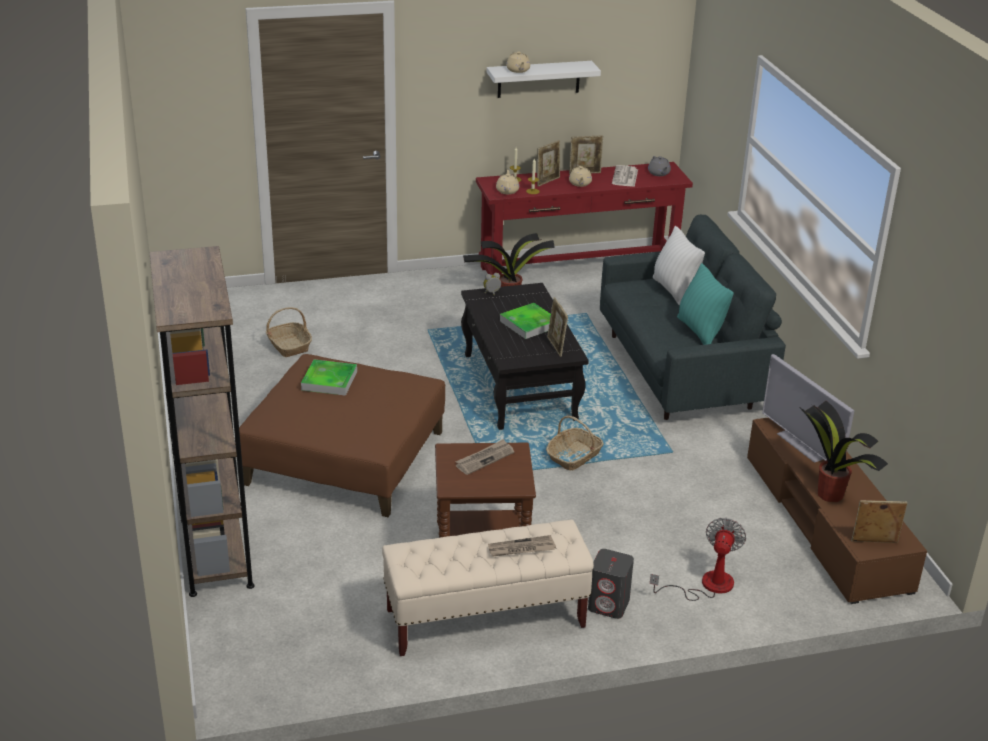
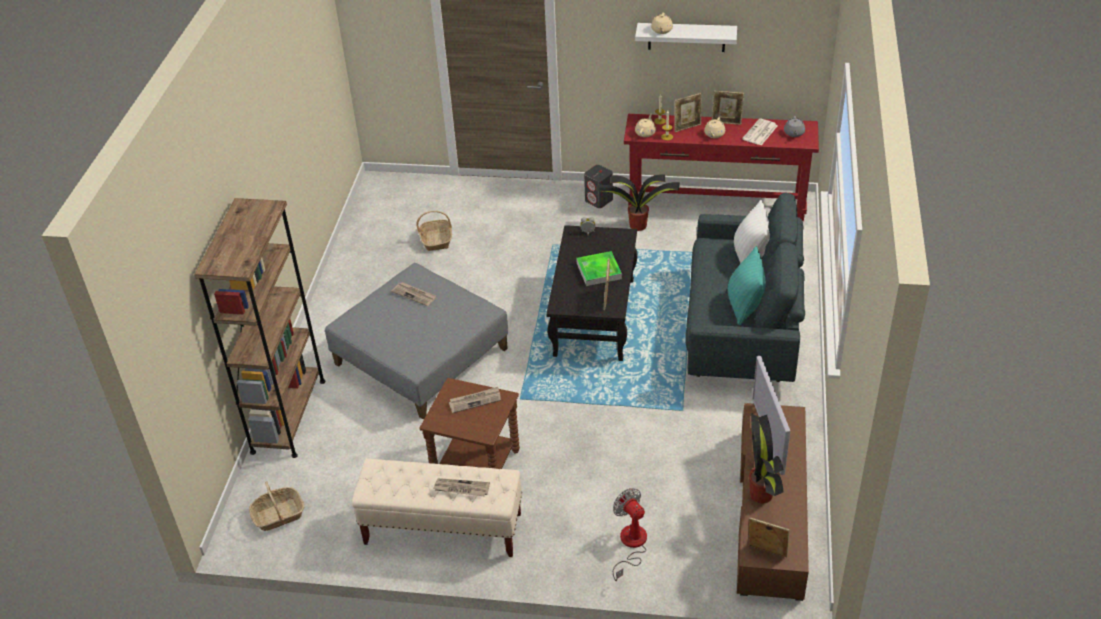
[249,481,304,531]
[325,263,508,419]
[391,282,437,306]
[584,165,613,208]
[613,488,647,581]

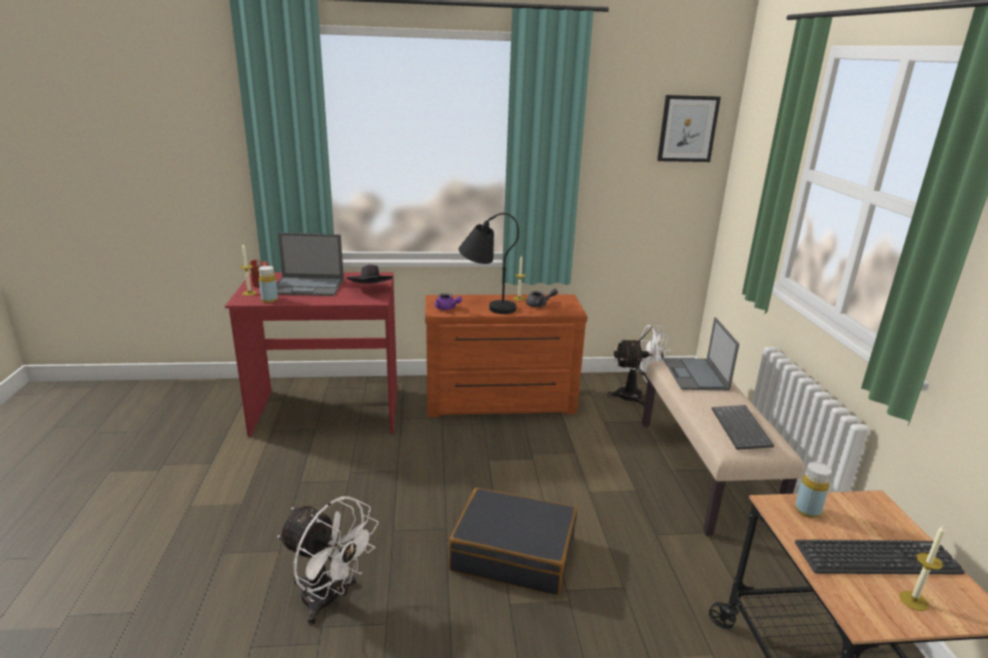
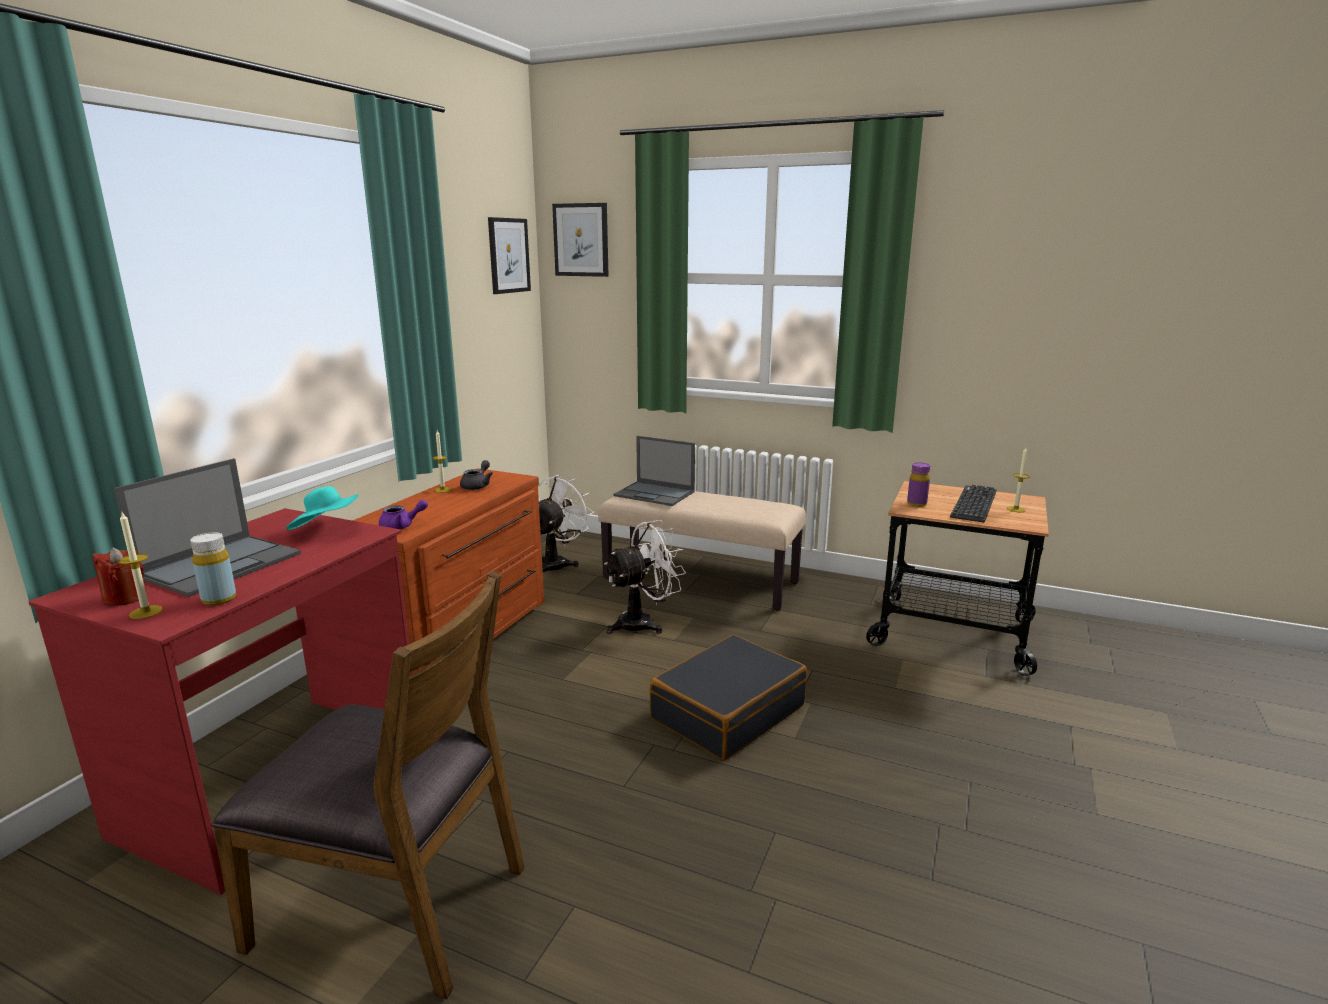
[211,571,525,999]
[286,486,359,530]
[552,203,608,277]
[604,520,686,634]
[907,463,930,507]
[459,213,519,314] (first image)
[712,405,774,450] (first image)

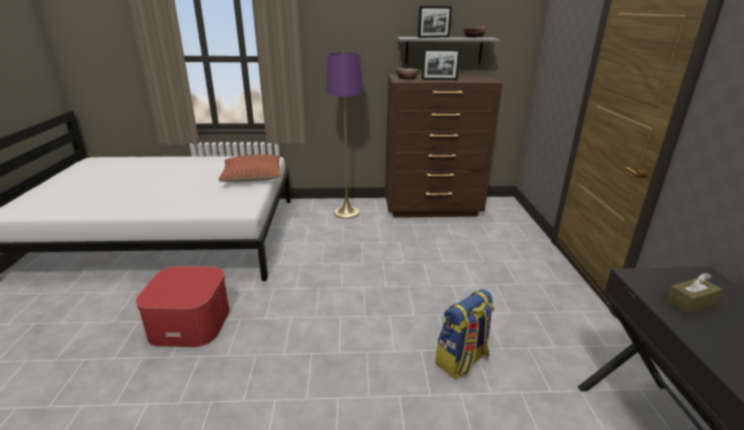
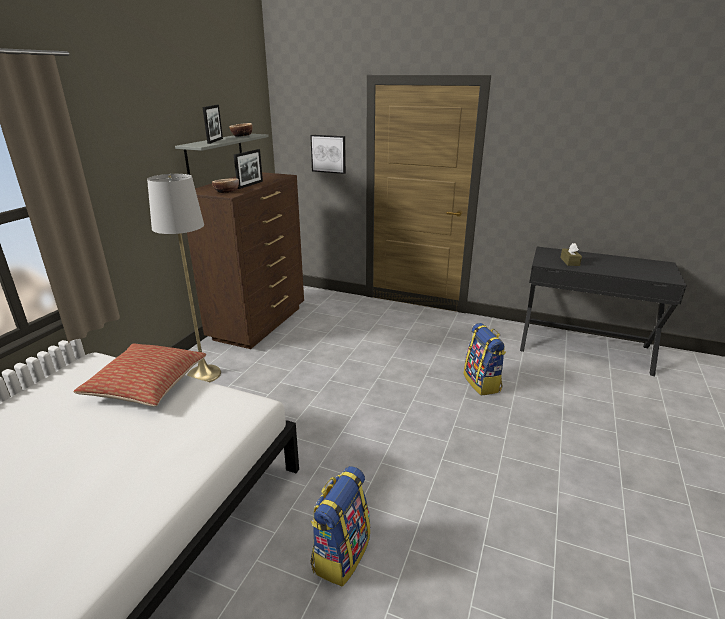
[147,174,221,382]
[310,135,346,174]
[311,466,370,586]

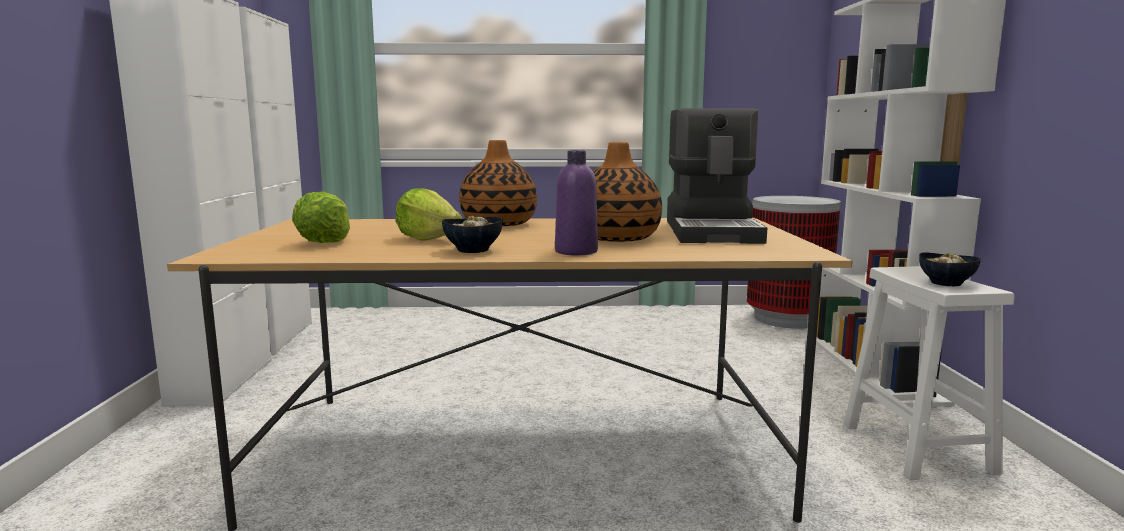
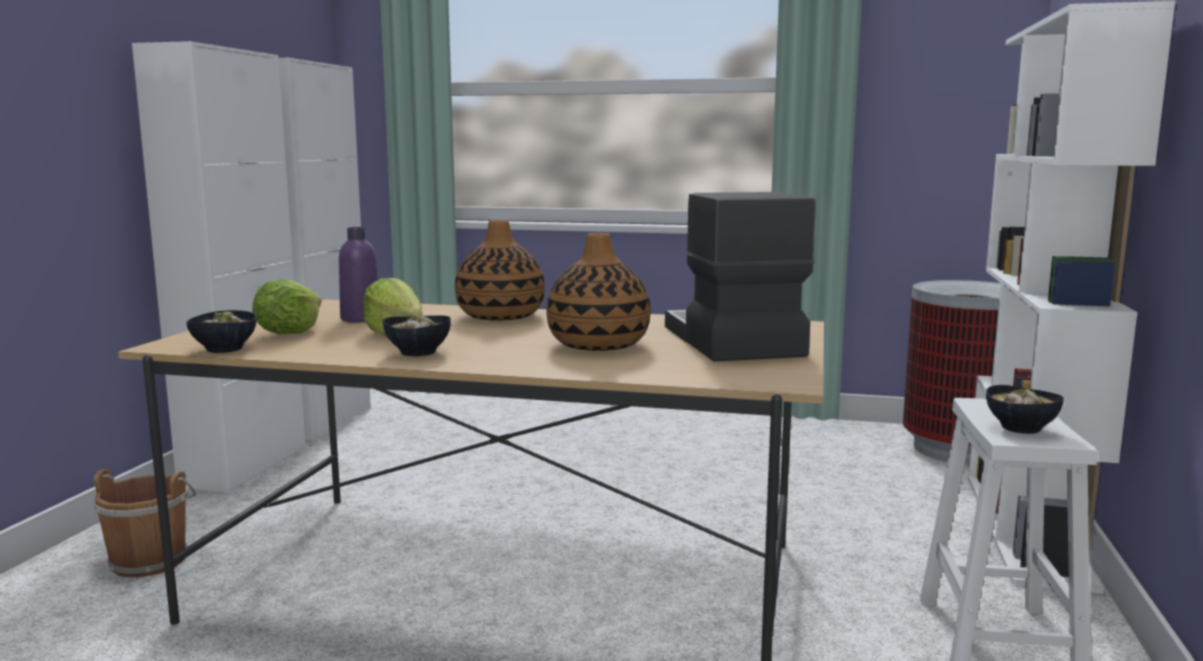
[94,469,196,577]
[187,310,257,353]
[339,227,378,323]
[665,192,816,361]

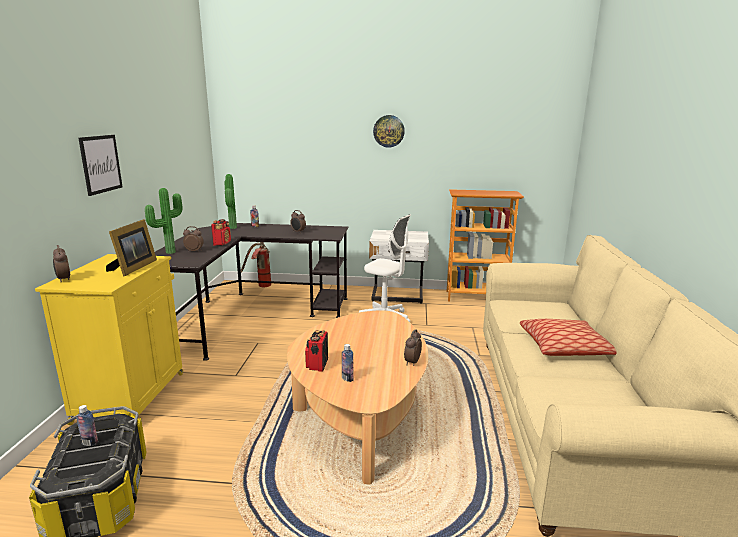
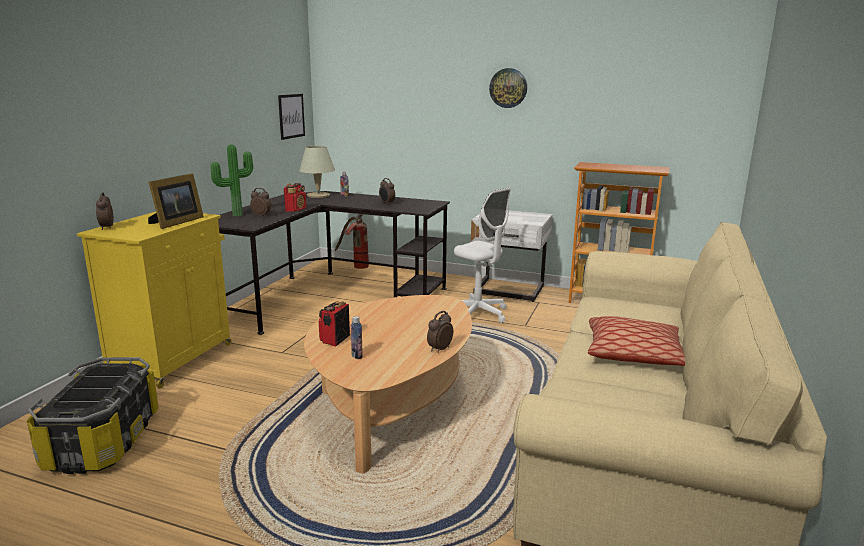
[278,94,305,140]
[299,146,335,198]
[76,405,98,446] (first image)

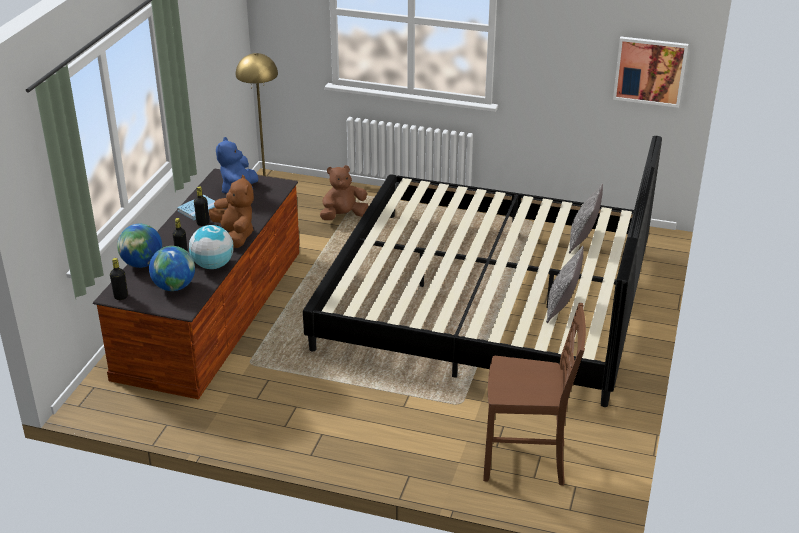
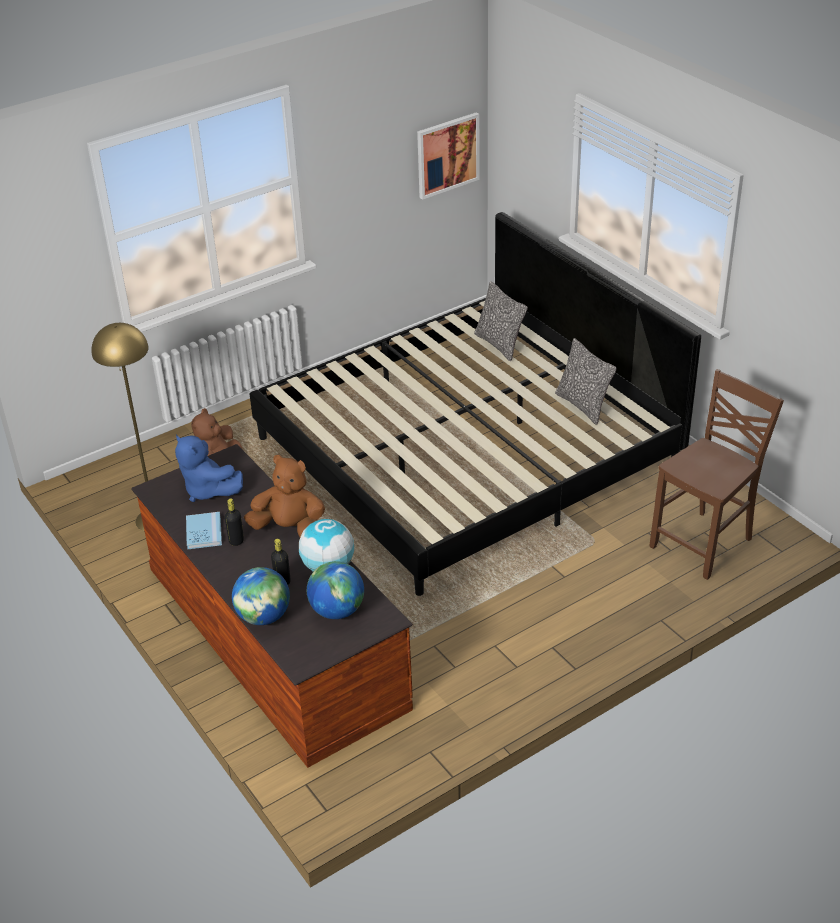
[110,258,128,300] (first image)

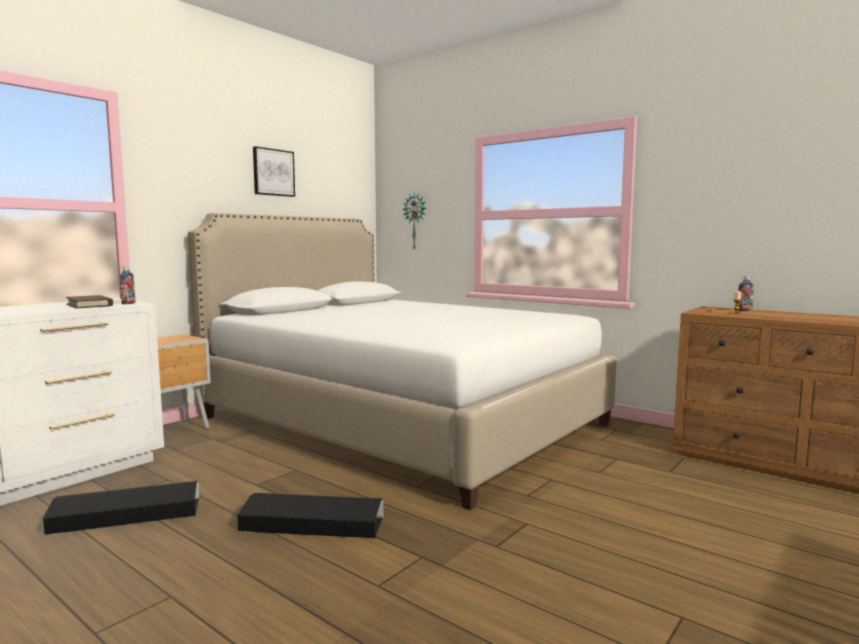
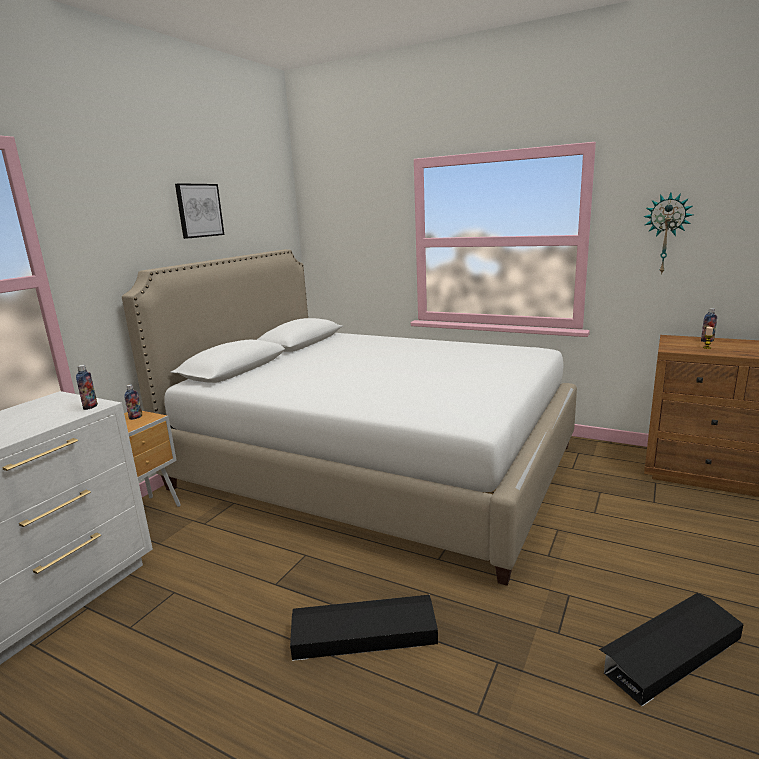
[124,385,142,420]
[599,593,744,706]
[643,193,693,275]
[66,295,113,309] (first image)

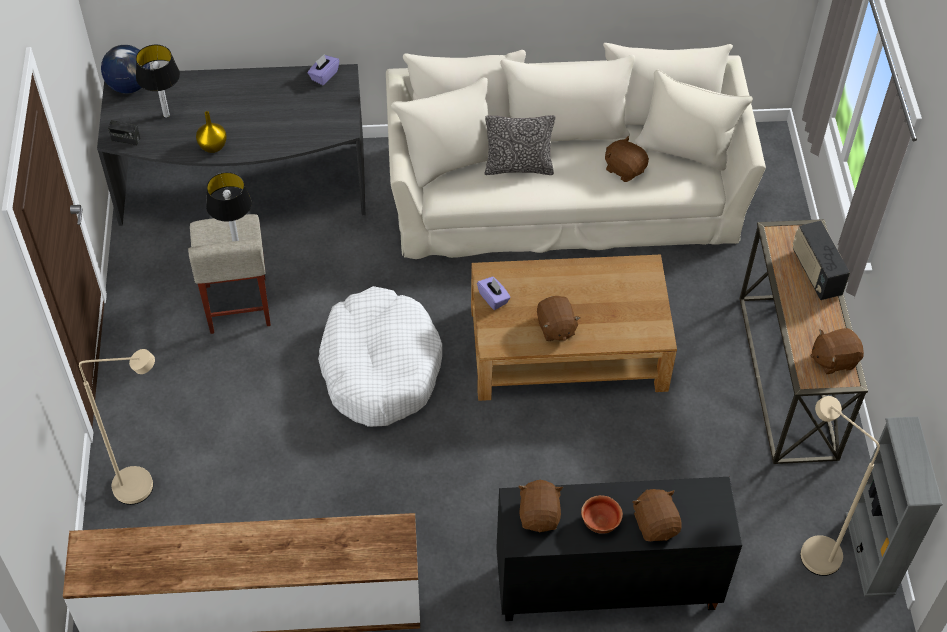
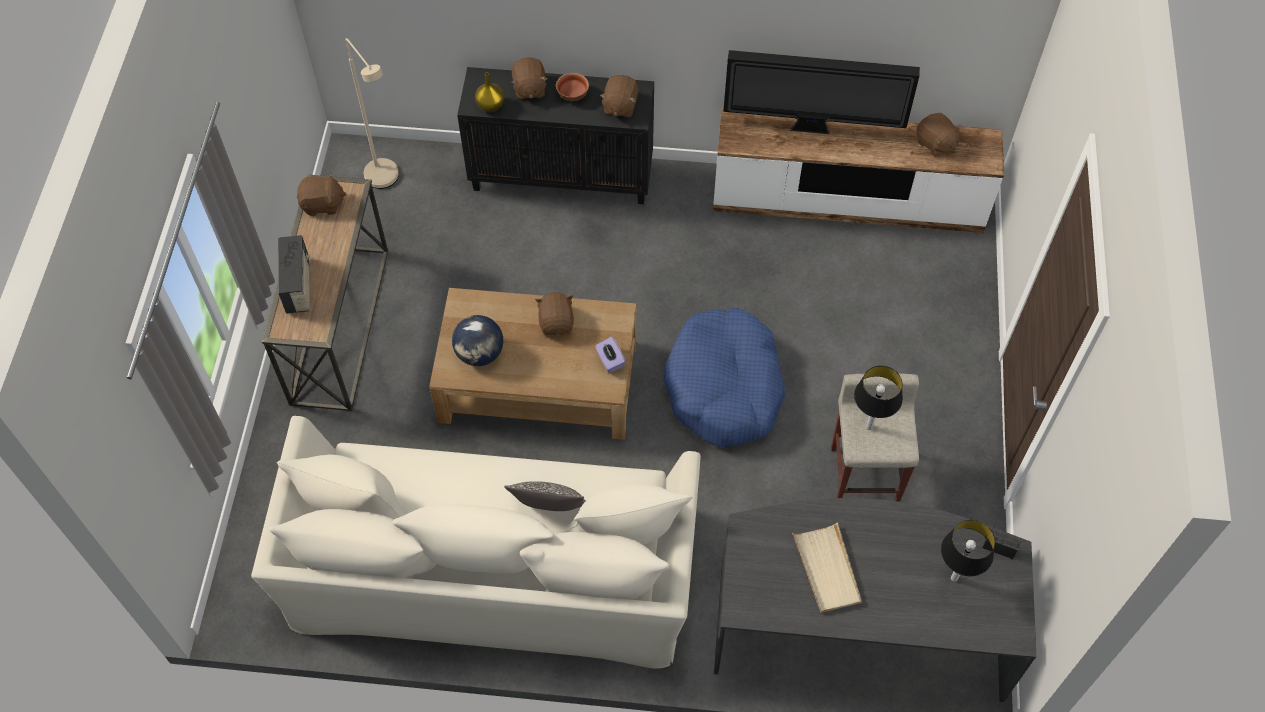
[452,315,503,366]
[475,73,504,113]
[663,308,785,448]
[723,50,920,134]
[792,522,862,613]
[916,113,962,157]
[79,349,155,505] (first image)
[307,54,339,85] (first image)
[845,416,943,597] (first image)

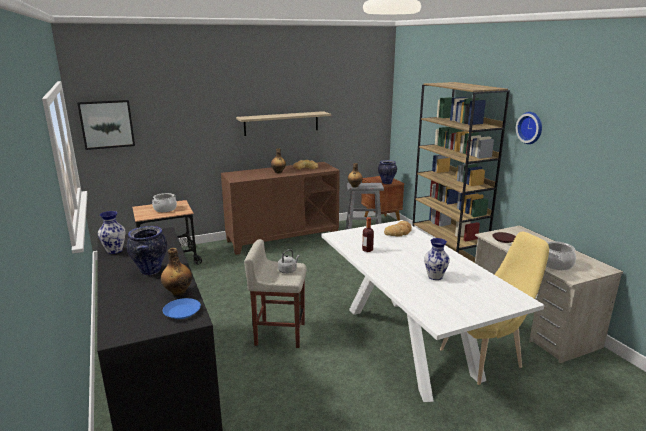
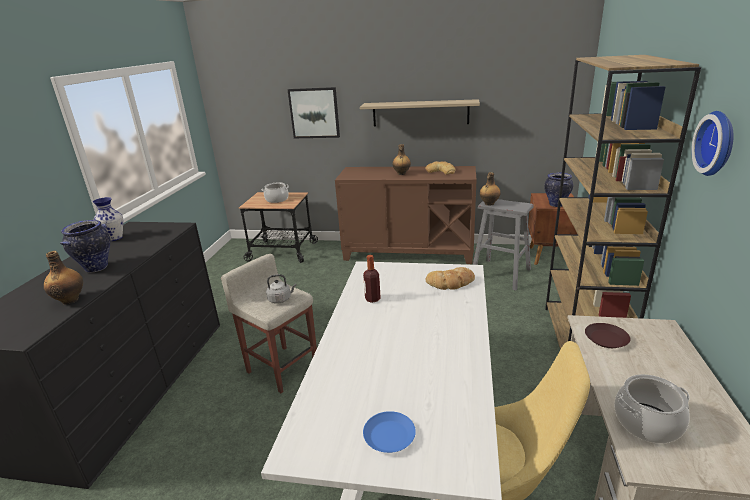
[288,87,340,138]
[363,411,416,453]
[424,238,450,280] (first image)

